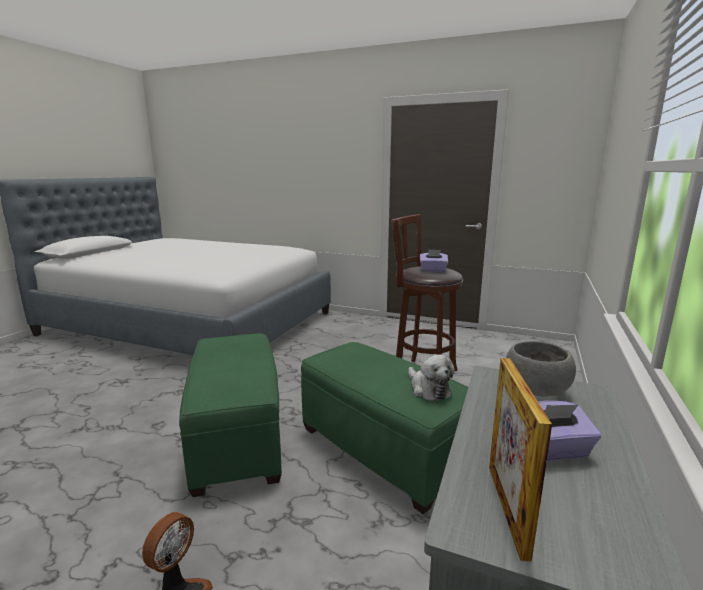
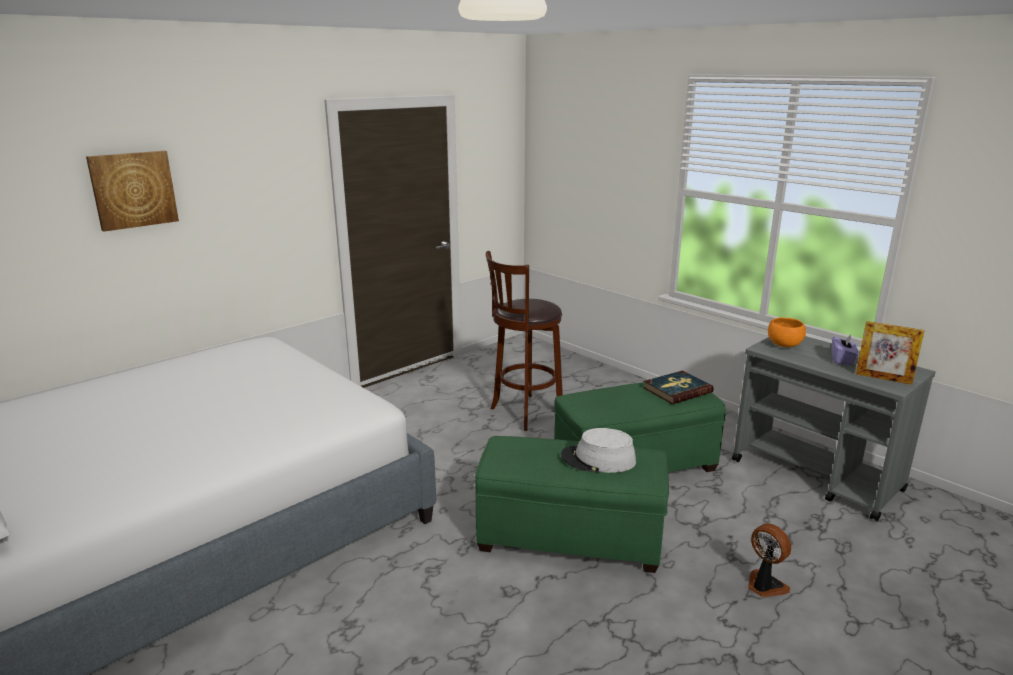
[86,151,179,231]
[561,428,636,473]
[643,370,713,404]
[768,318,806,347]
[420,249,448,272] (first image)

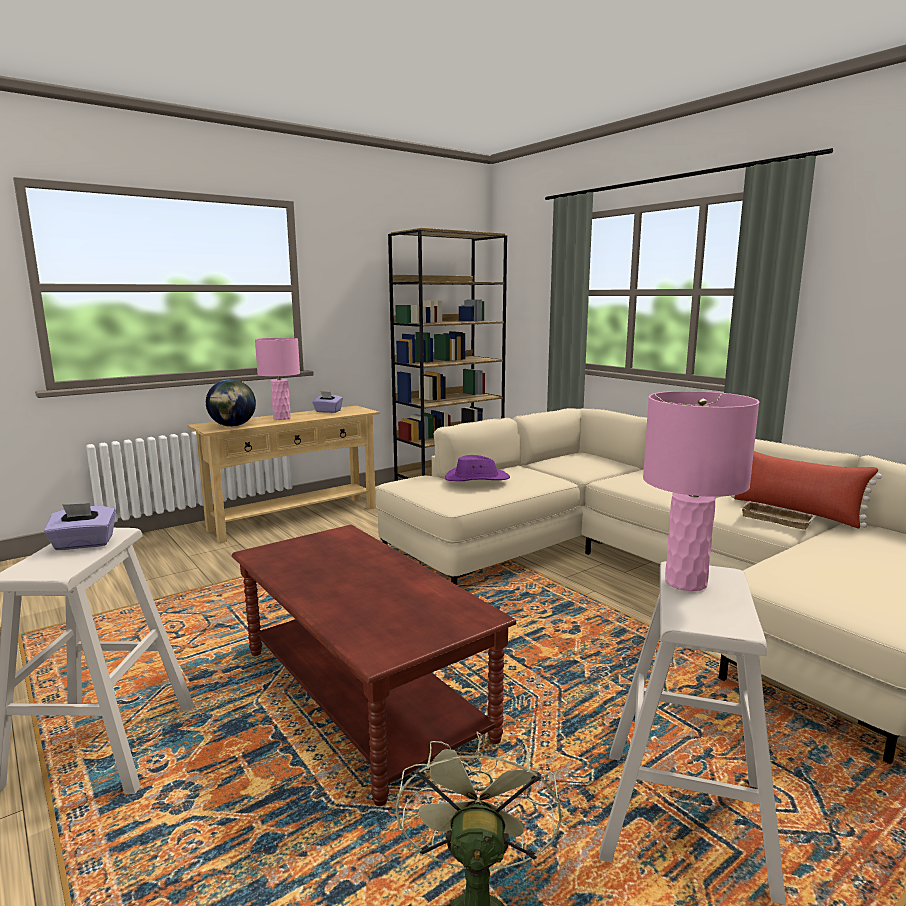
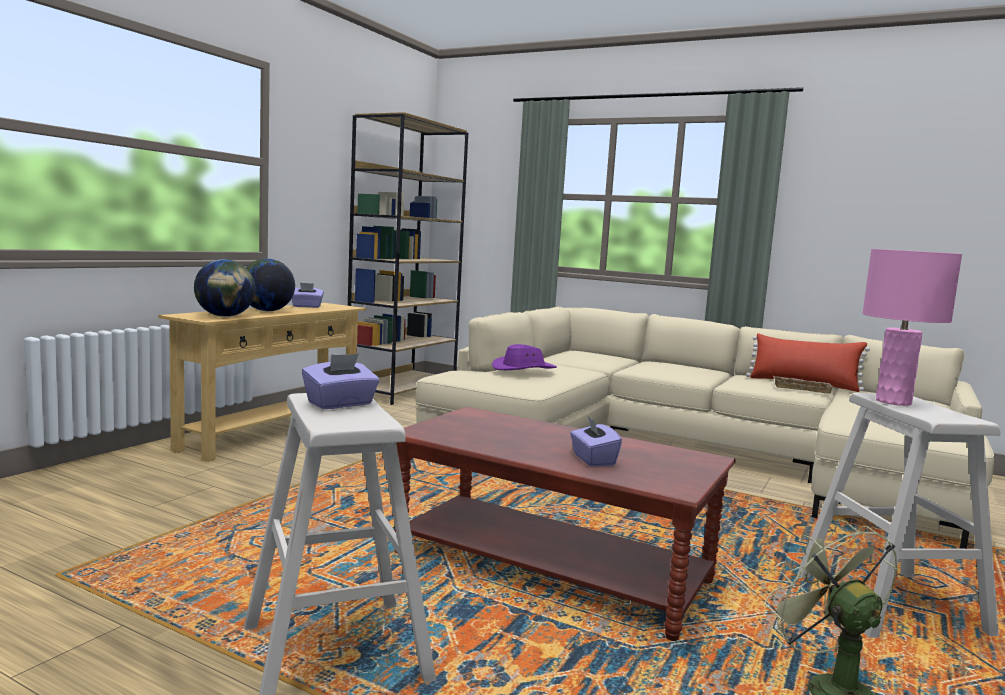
[246,259,295,311]
[570,416,622,466]

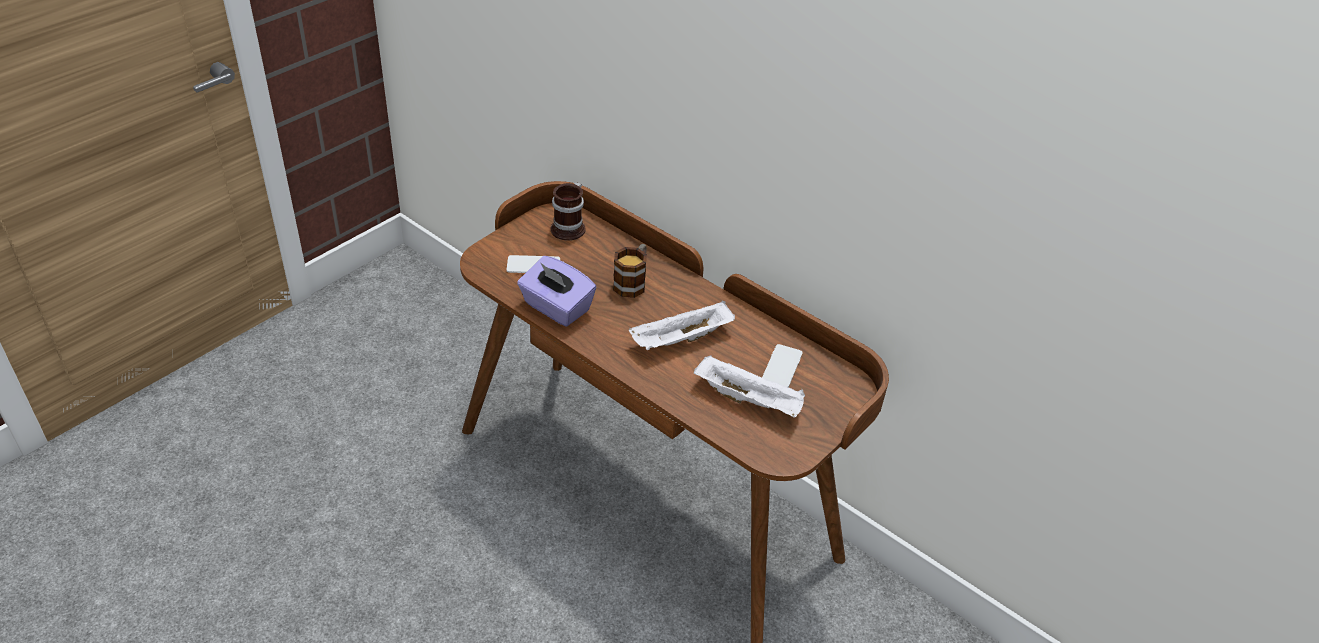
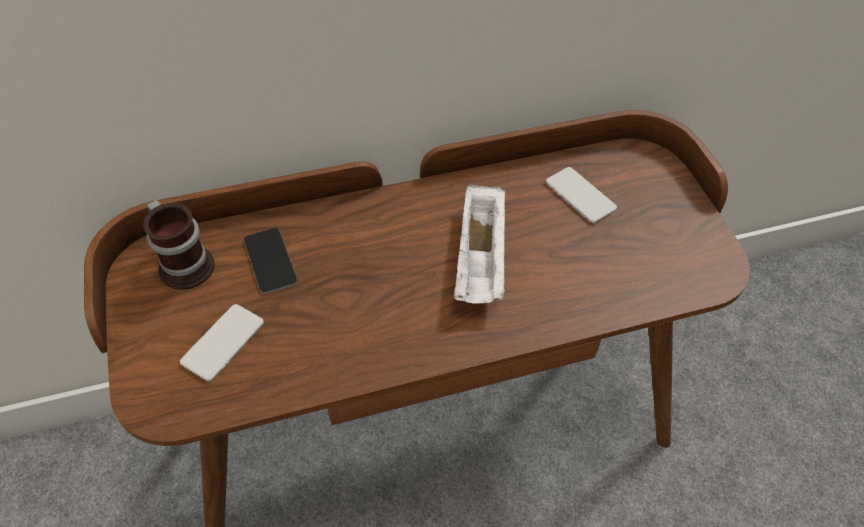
[244,228,297,294]
[517,256,596,327] (first image)
[613,244,647,298] (first image)
[694,355,805,418] (first image)

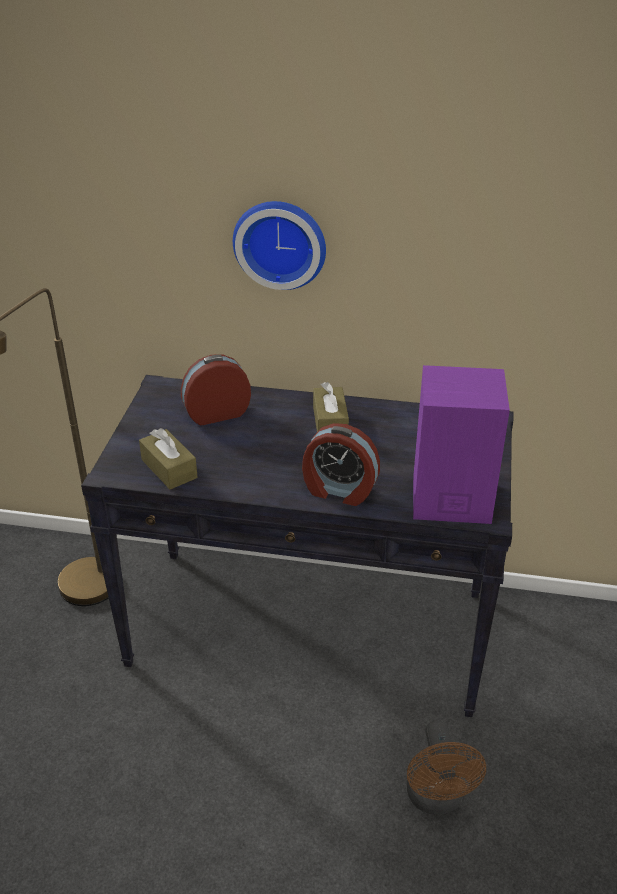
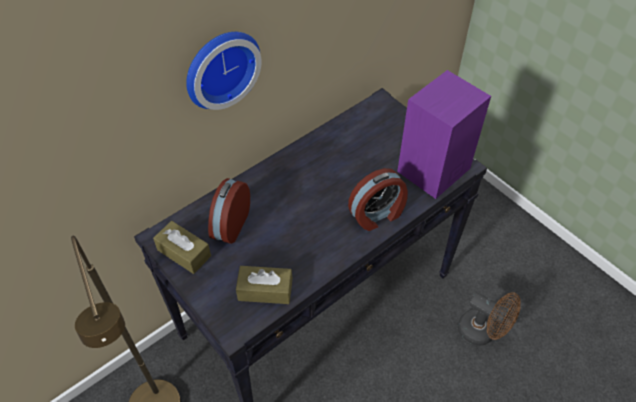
[153,221,211,274]

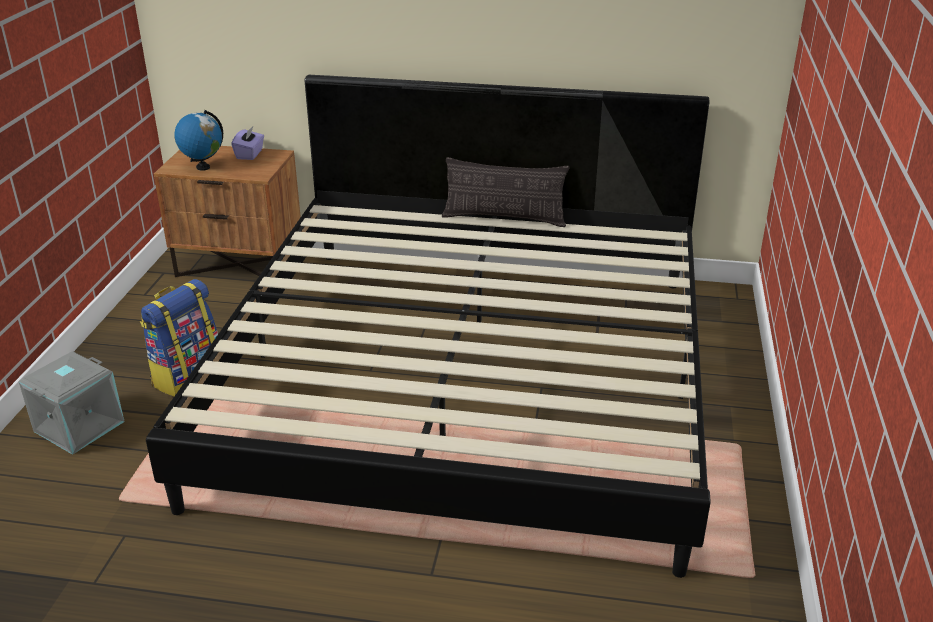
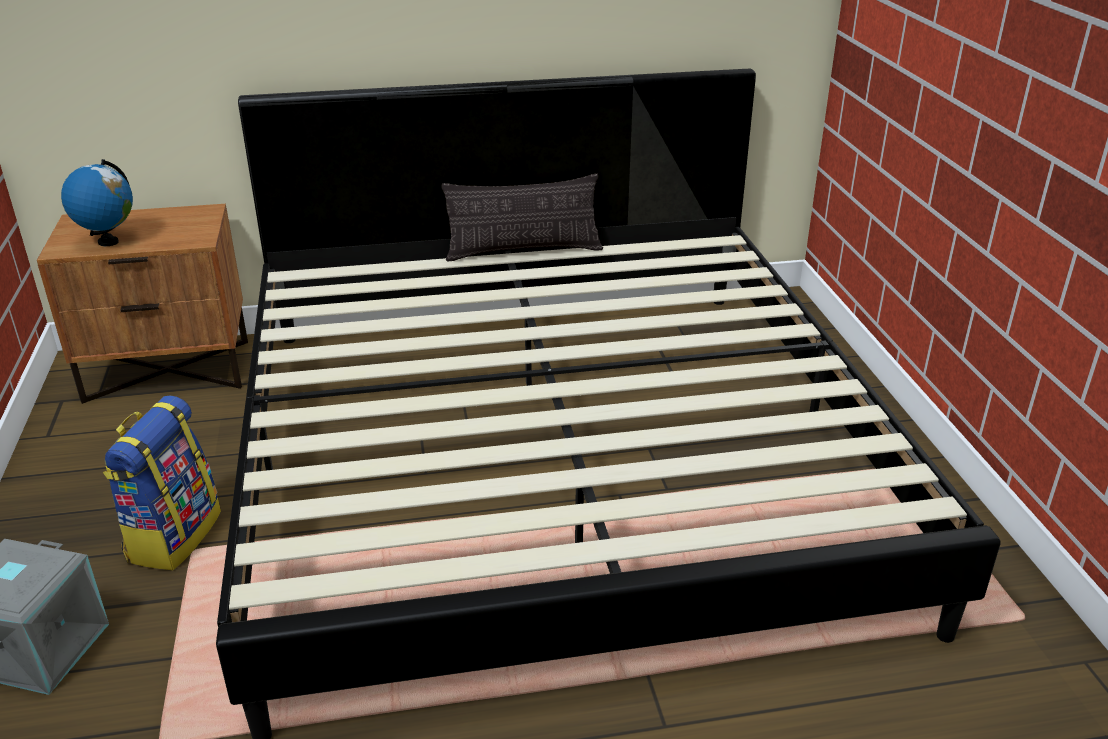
[231,125,264,160] (first image)

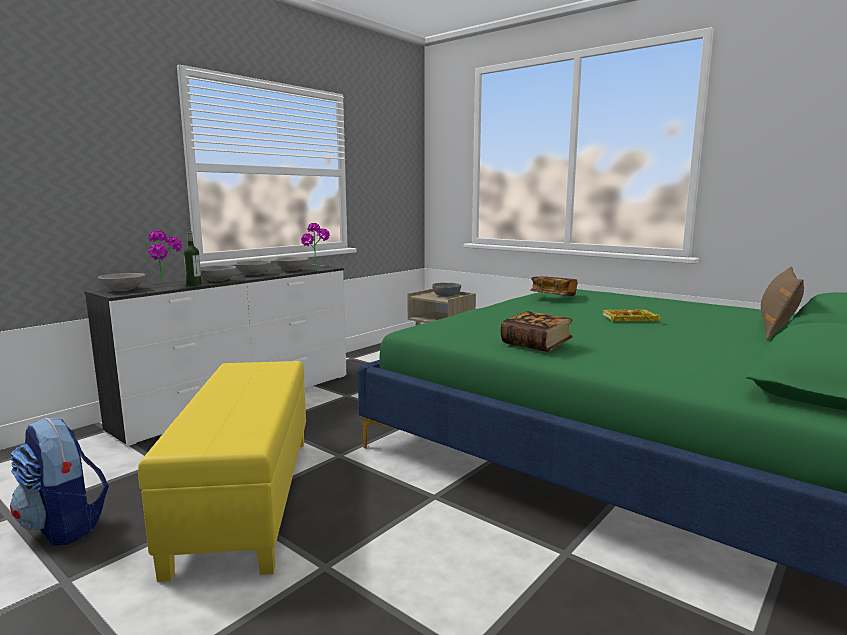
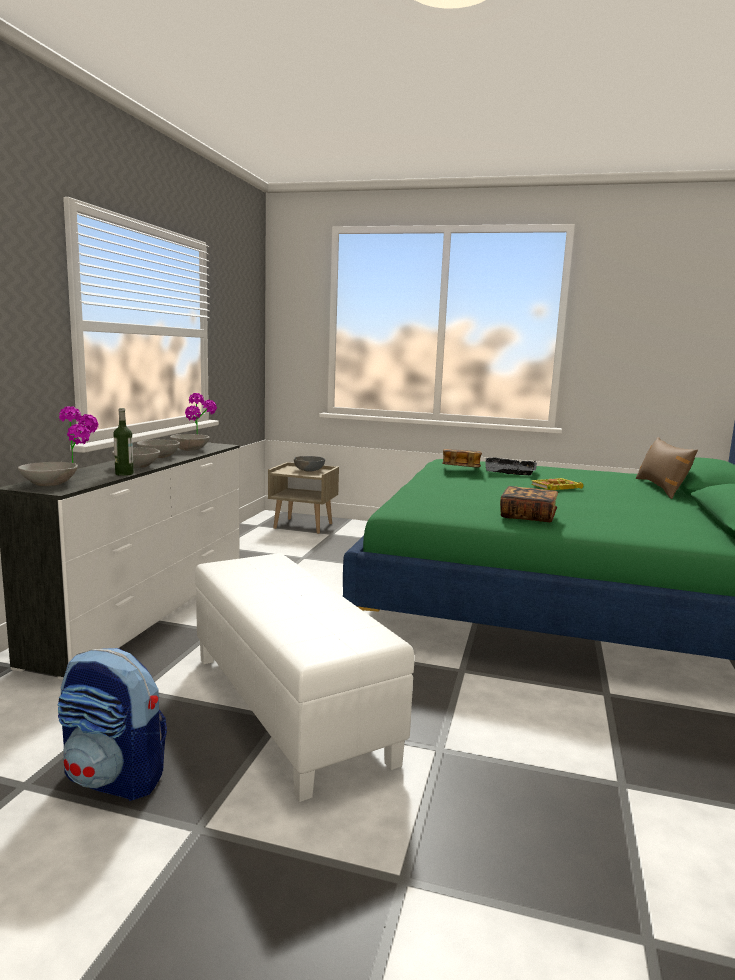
[195,553,415,802]
[485,457,537,475]

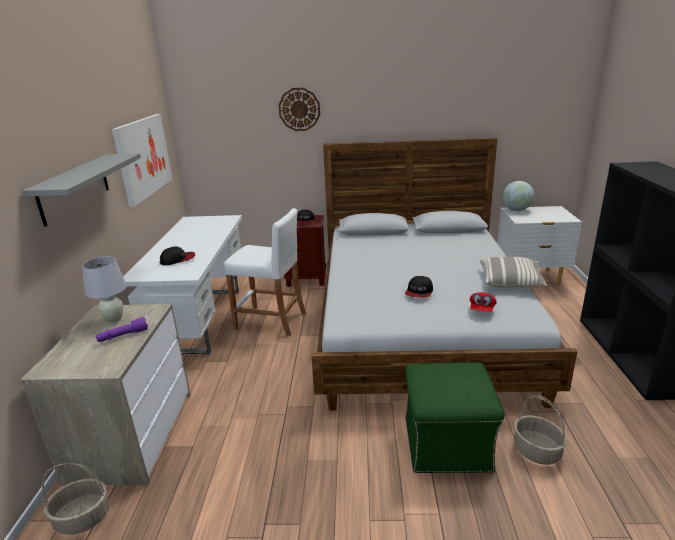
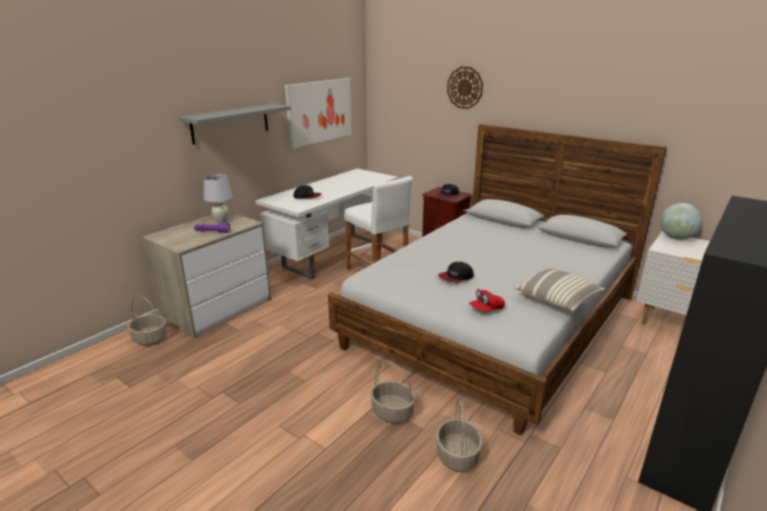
[370,361,416,423]

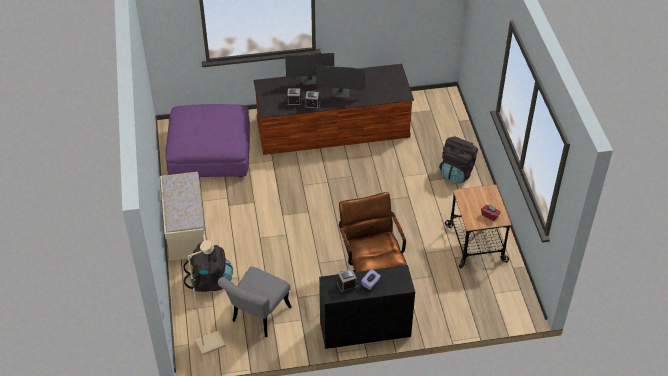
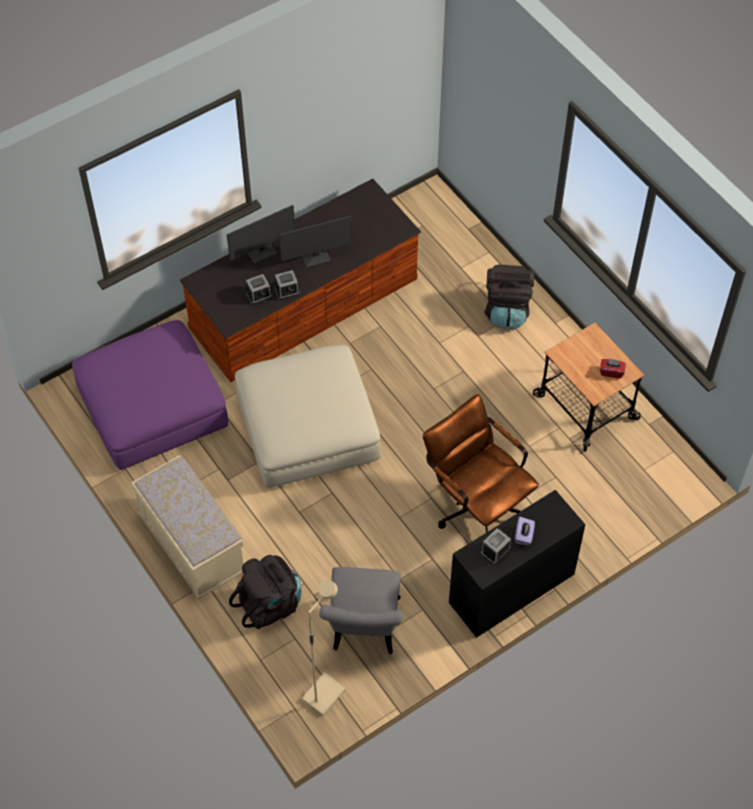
[235,345,381,488]

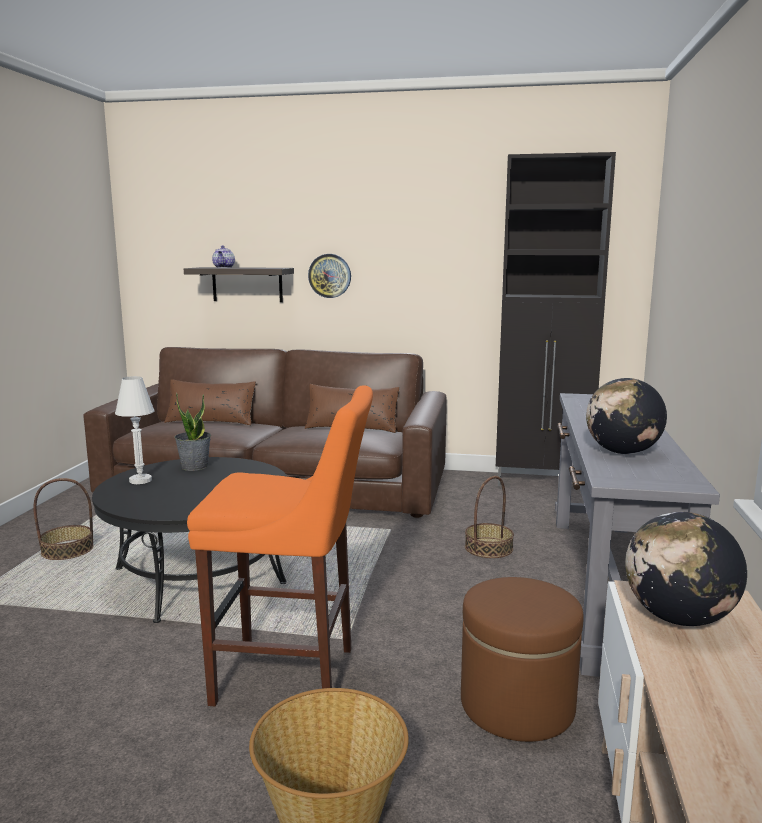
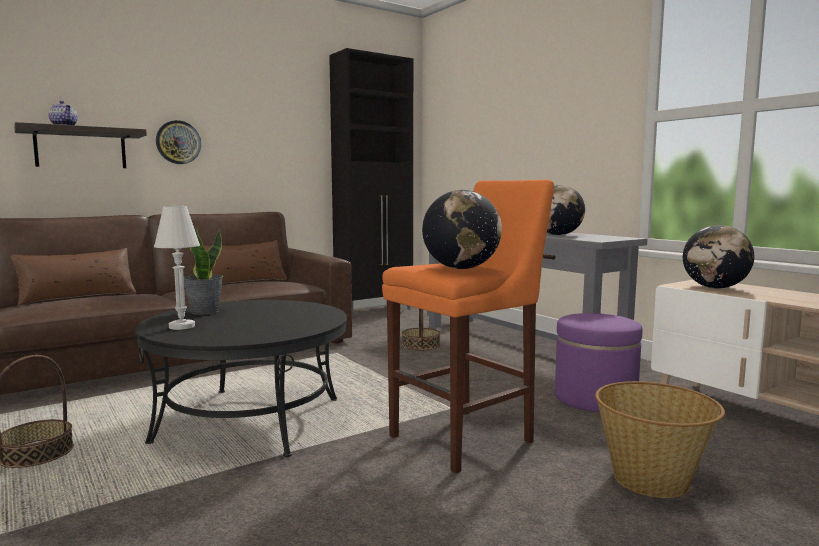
[422,190,502,269]
[555,313,643,412]

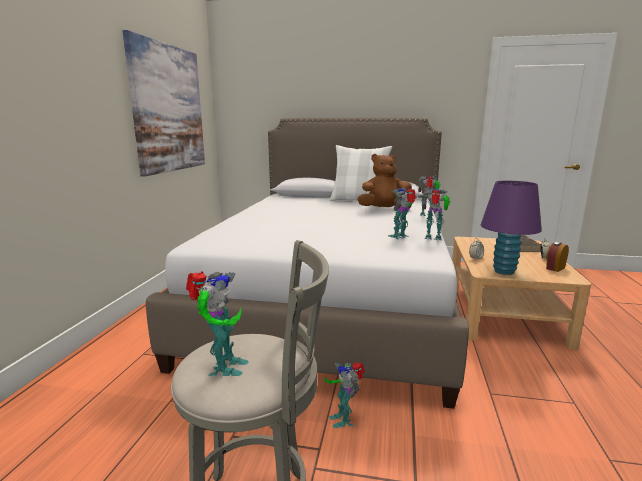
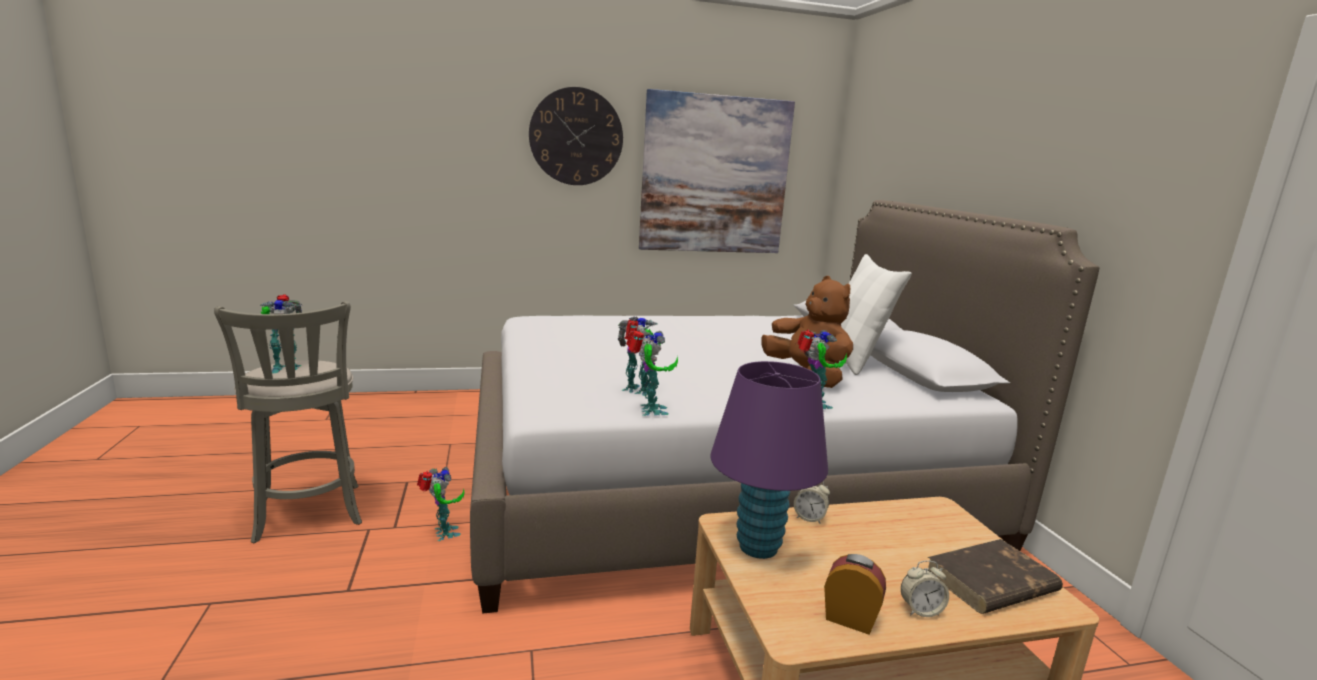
[417,467,464,541]
[529,87,623,185]

